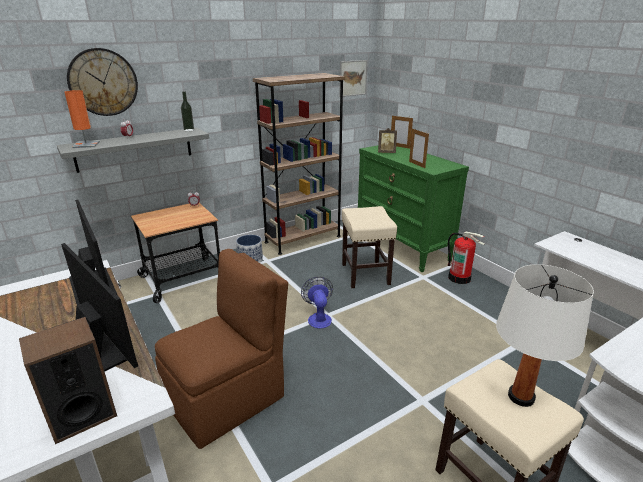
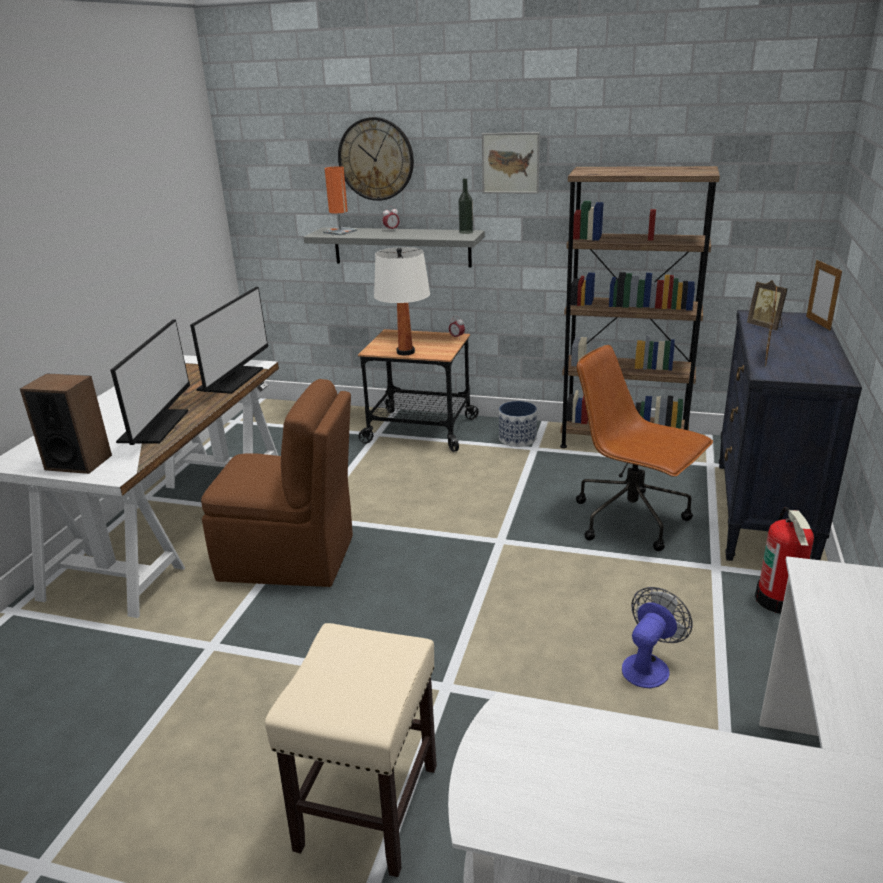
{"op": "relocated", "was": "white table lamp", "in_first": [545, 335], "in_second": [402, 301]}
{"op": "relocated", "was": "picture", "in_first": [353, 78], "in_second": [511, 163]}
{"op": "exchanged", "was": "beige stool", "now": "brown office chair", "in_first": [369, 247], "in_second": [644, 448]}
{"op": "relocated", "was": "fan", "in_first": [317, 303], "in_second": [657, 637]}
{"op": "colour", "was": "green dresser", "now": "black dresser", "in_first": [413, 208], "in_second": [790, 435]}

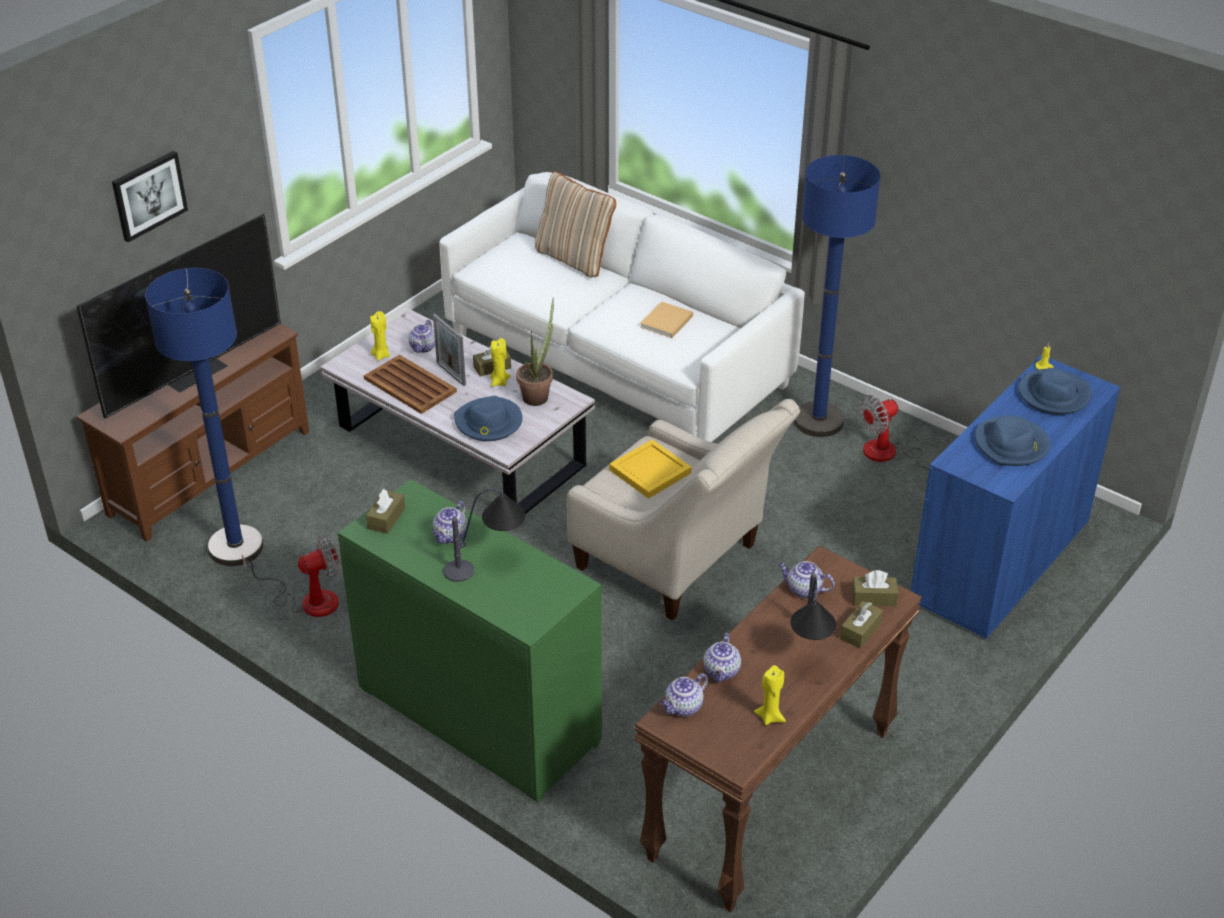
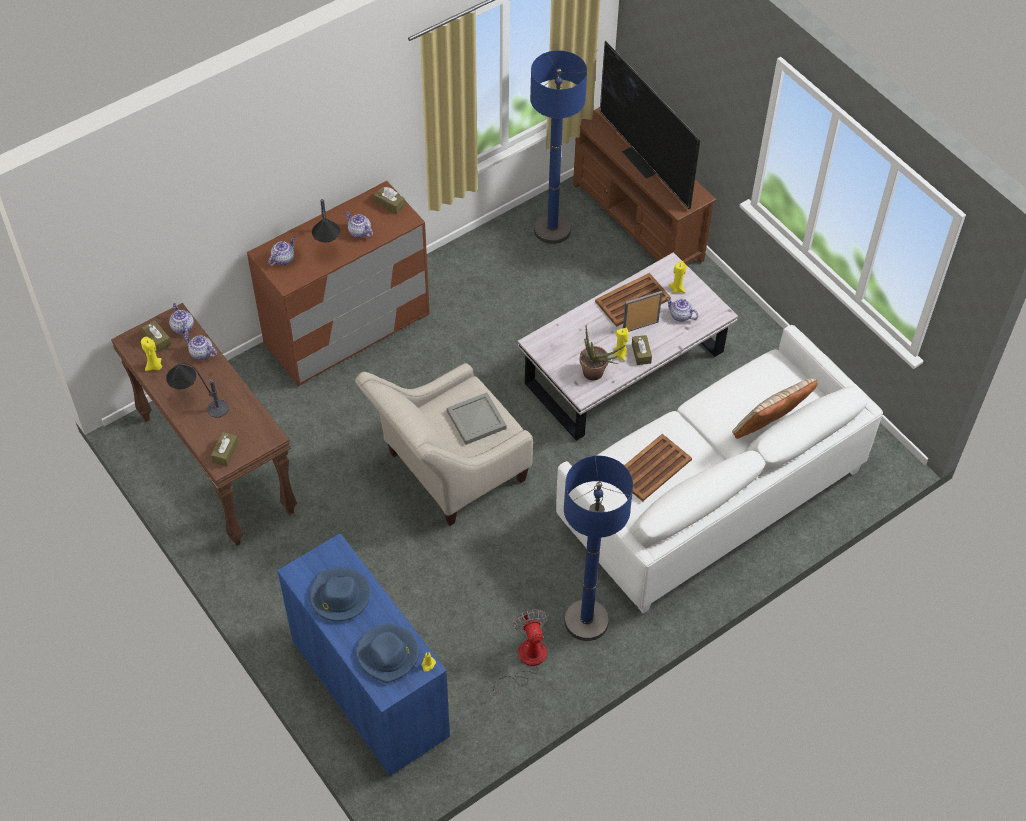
{"op": "relocated", "was": "brown tissue box", "in_first": [861, 625], "in_second": [157, 336]}
{"op": "colour", "was": "green dresser", "now": "brown dresser", "in_first": [470, 641], "in_second": [338, 283]}
{"op": "relocated", "was": "teapot", "in_first": [806, 579], "in_second": [282, 251]}
{"op": "colour", "was": "yellow tray", "now": "grey tray", "in_first": [650, 469], "in_second": [477, 418]}
{"op": "exchanged", "was": "beige book", "now": "brown tray", "in_first": [666, 320], "in_second": [658, 468]}
{"op": "missing", "was": "picture", "in_first": [150, 196]}
{"op": "missing", "was": "fan", "in_first": [291, 576]}
{"op": "missing", "was": "blue hat", "in_first": [488, 418]}

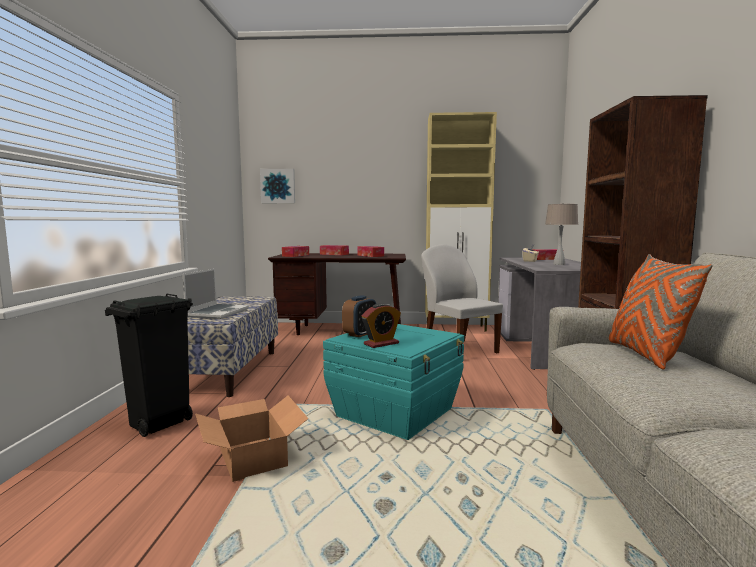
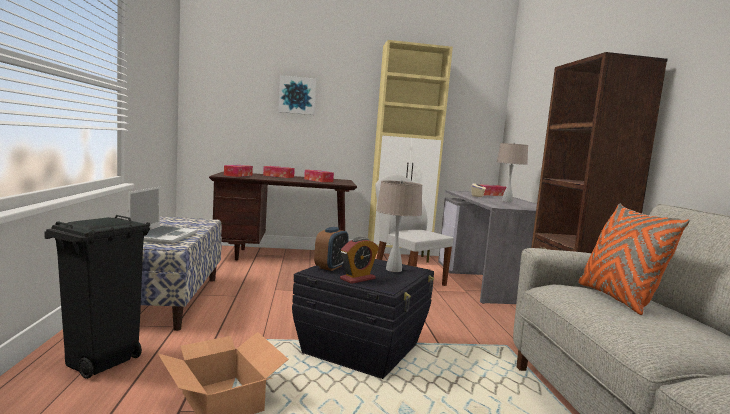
{"op": "relocated", "was": "picture", "in_first": [277, 186], "in_second": [297, 95]}
{"op": "colour", "was": "turquoise storage box", "now": "black storage box", "in_first": [393, 382], "in_second": [363, 319]}
{"op": "appeared", "now": "beige table lamp", "in_second": [399, 226]}

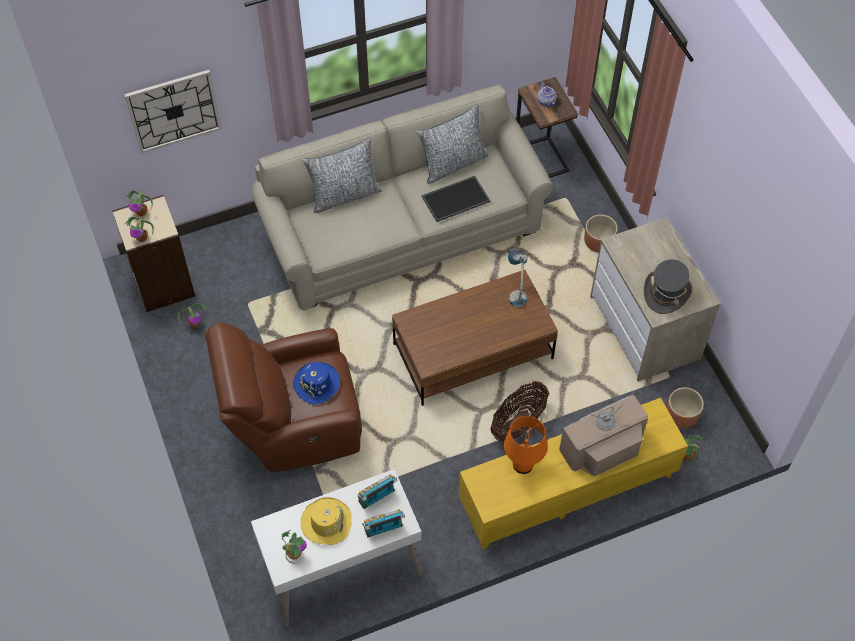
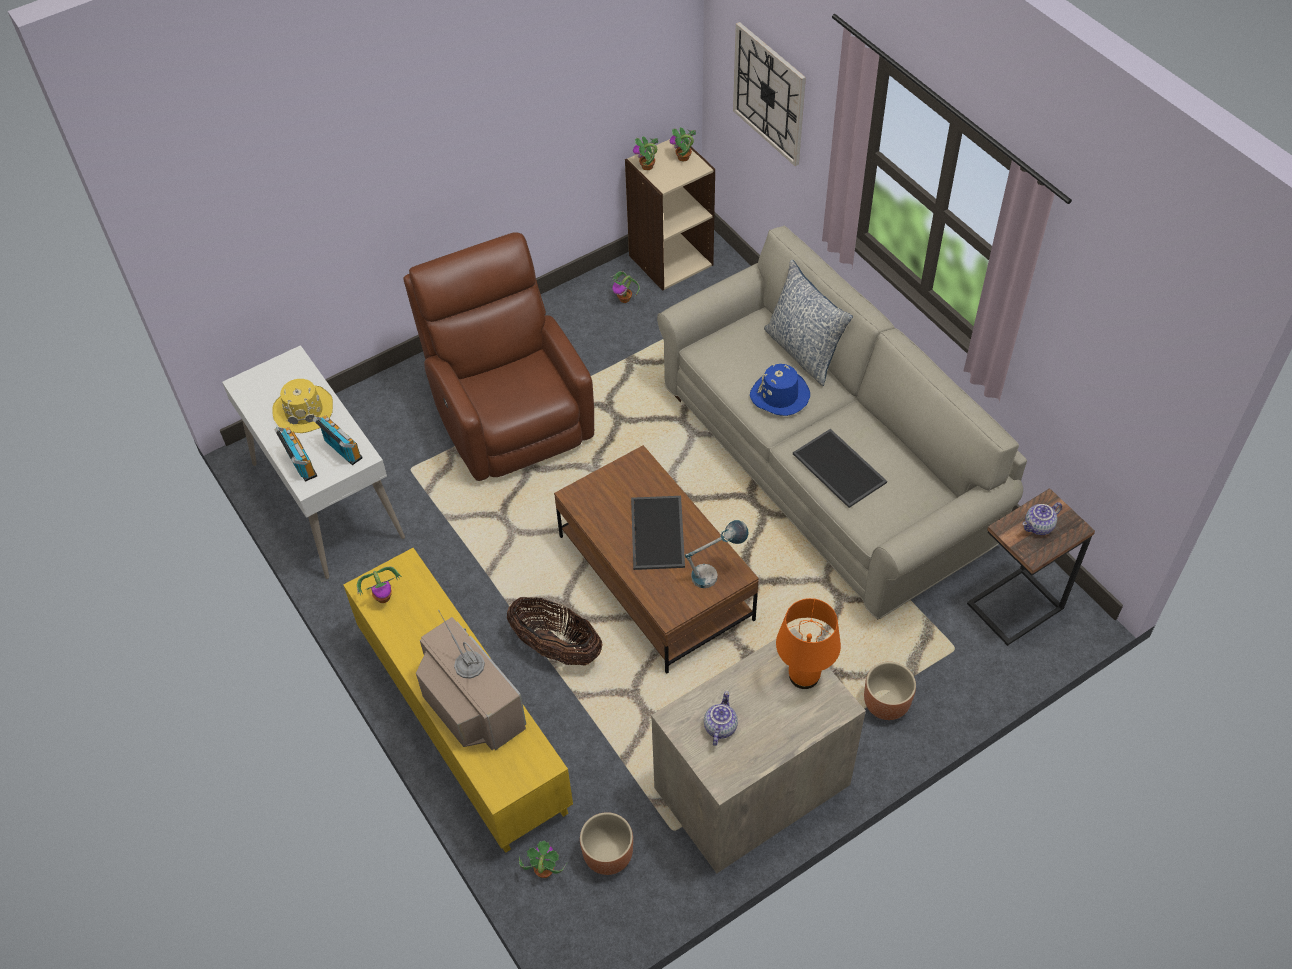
{"op": "relocated", "was": "potted plant", "in_first": [294, 547], "in_second": [379, 585]}
{"op": "appeared", "now": "tray", "in_second": [658, 533]}
{"op": "exchanged", "was": "grey hat", "now": "teapot", "in_first": [668, 286], "in_second": [721, 718]}
{"op": "relocated", "was": "blue hat", "in_first": [316, 383], "in_second": [780, 389]}
{"op": "relocated", "was": "orange table lamp", "in_first": [526, 445], "in_second": [808, 643]}
{"op": "missing", "was": "pillow", "in_first": [452, 144]}

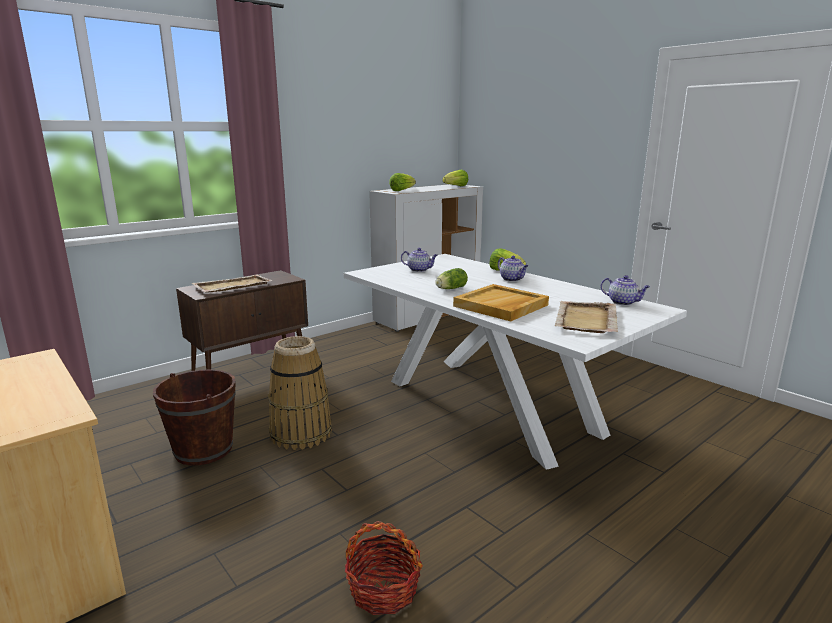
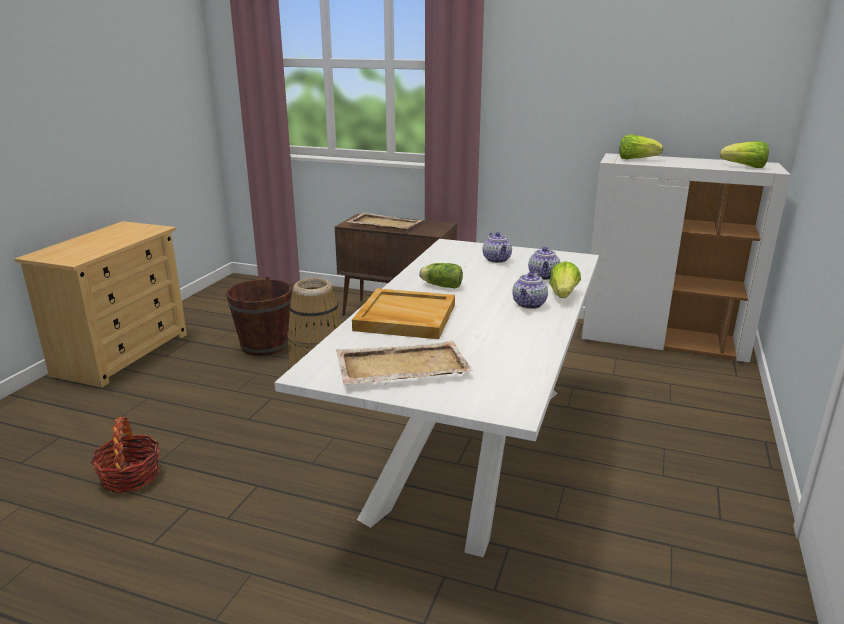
{"op": "relocated", "was": "teapot", "in_first": [625, 290], "in_second": [544, 263]}

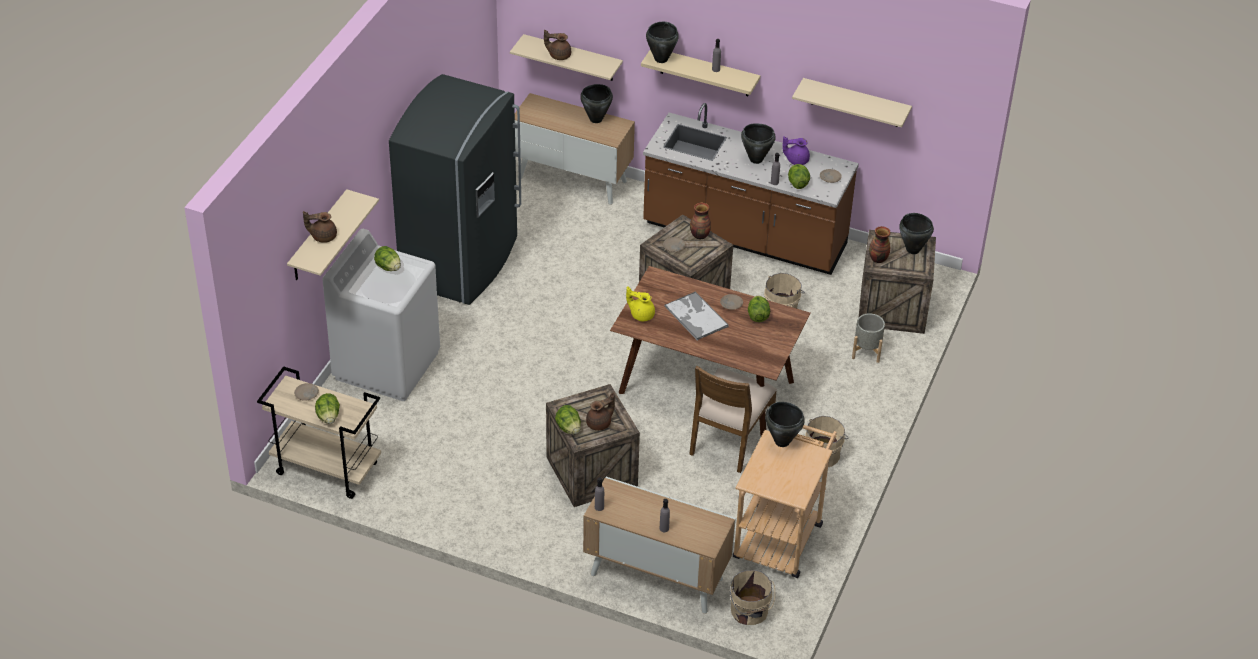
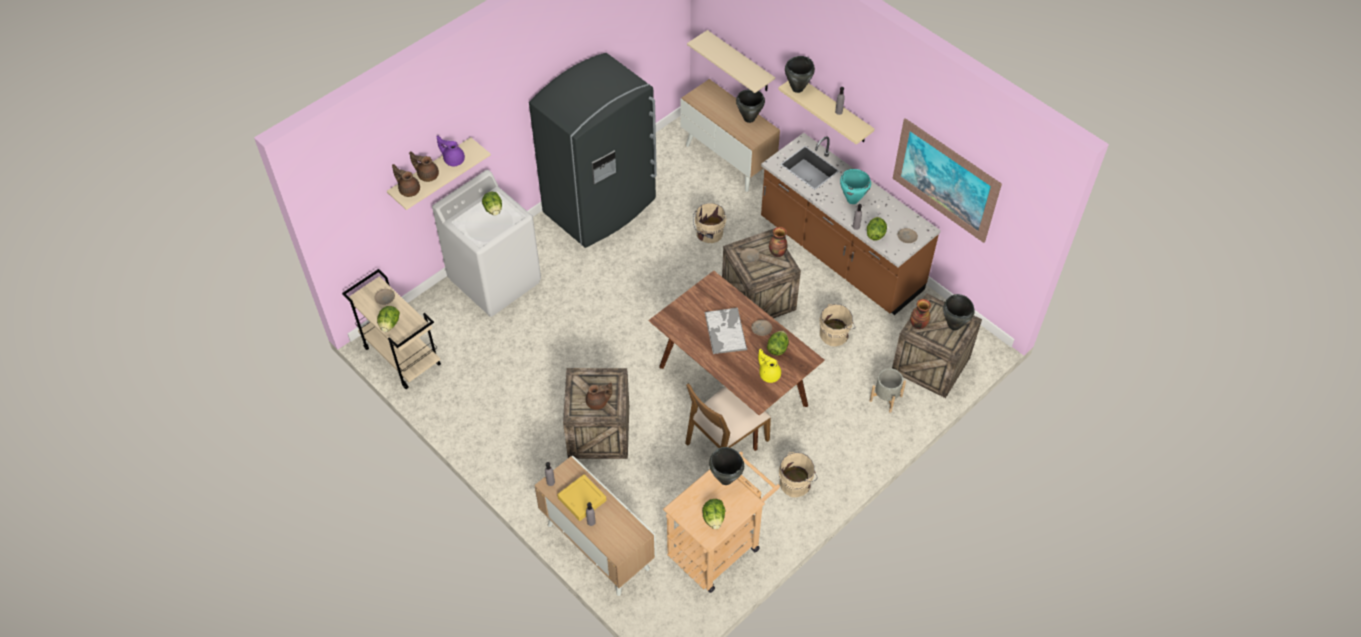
{"op": "relocated", "was": "brown teapot", "in_first": [557, 45], "in_second": [406, 180]}
{"op": "relocated", "was": "purple teapot", "in_first": [796, 150], "in_second": [451, 150]}
{"op": "appeared", "now": "yellow tray", "in_second": [582, 497]}
{"op": "relocated", "was": "beige bucket", "in_first": [752, 597], "in_second": [709, 223]}
{"op": "relocated", "was": "lettuce", "in_first": [568, 419], "in_second": [714, 514]}
{"op": "relocated", "was": "yellow teapot", "in_first": [640, 303], "in_second": [769, 366]}
{"op": "colour", "was": "black cooking pot", "now": "turquoise cooking pot", "in_first": [758, 143], "in_second": [855, 186]}
{"op": "exchanged", "was": "beige shelf", "now": "picture", "in_first": [852, 102], "in_second": [947, 180]}

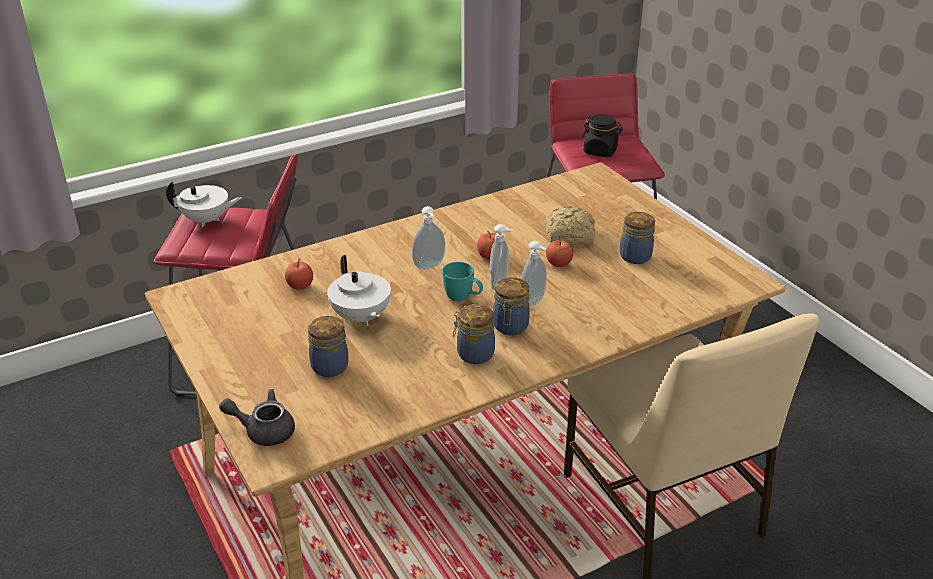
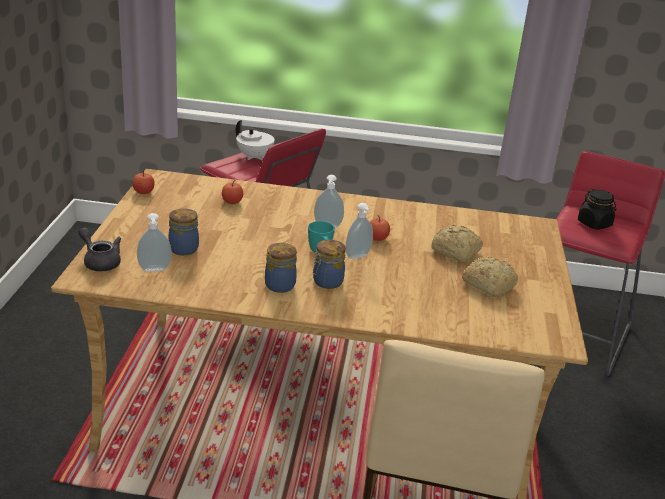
{"op": "relocated", "was": "apple", "in_first": [559, 251], "in_second": [144, 182]}
{"op": "relocated", "was": "soap dispenser", "in_first": [534, 274], "in_second": [154, 242]}
{"op": "exchanged", "was": "jar", "now": "bread", "in_first": [637, 238], "in_second": [490, 277]}
{"op": "missing", "was": "white teapot", "in_first": [359, 290]}

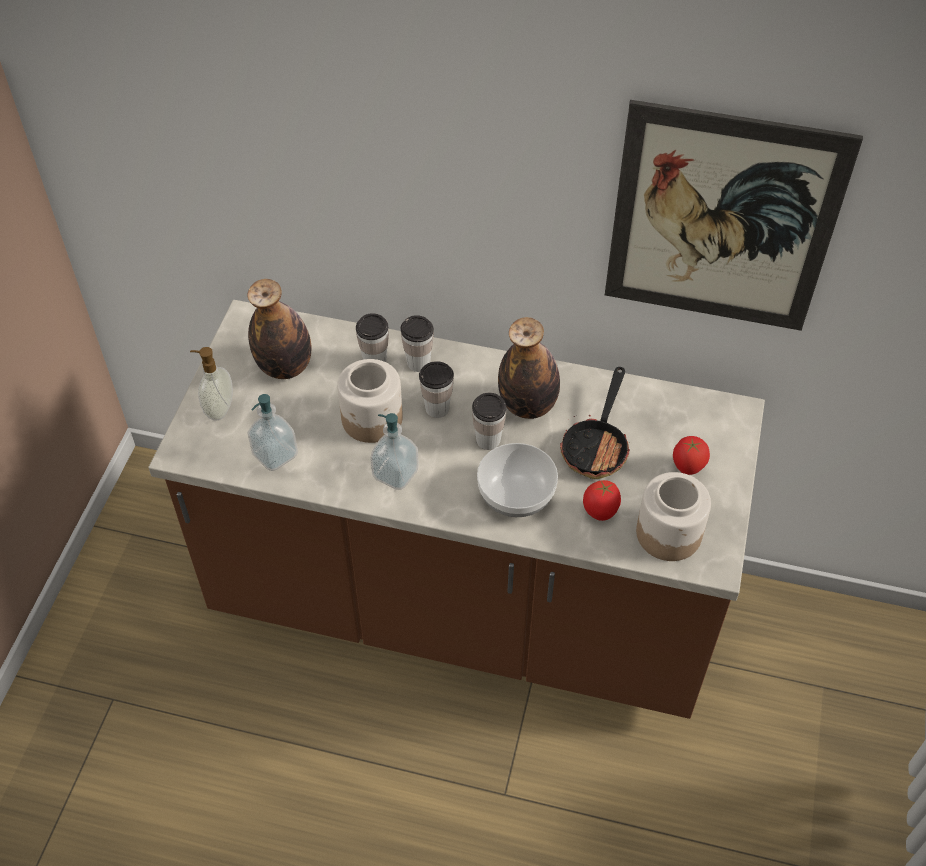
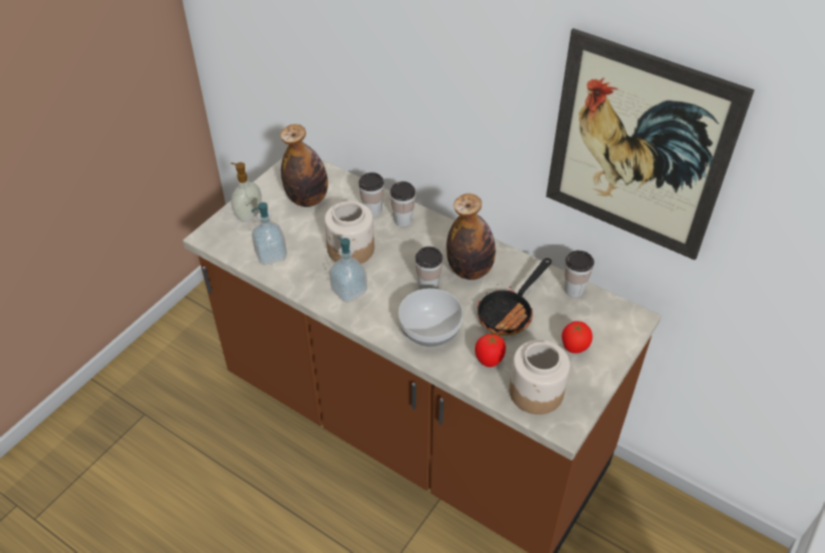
{"op": "relocated", "was": "cup", "in_first": [436, 389], "in_second": [579, 273]}

